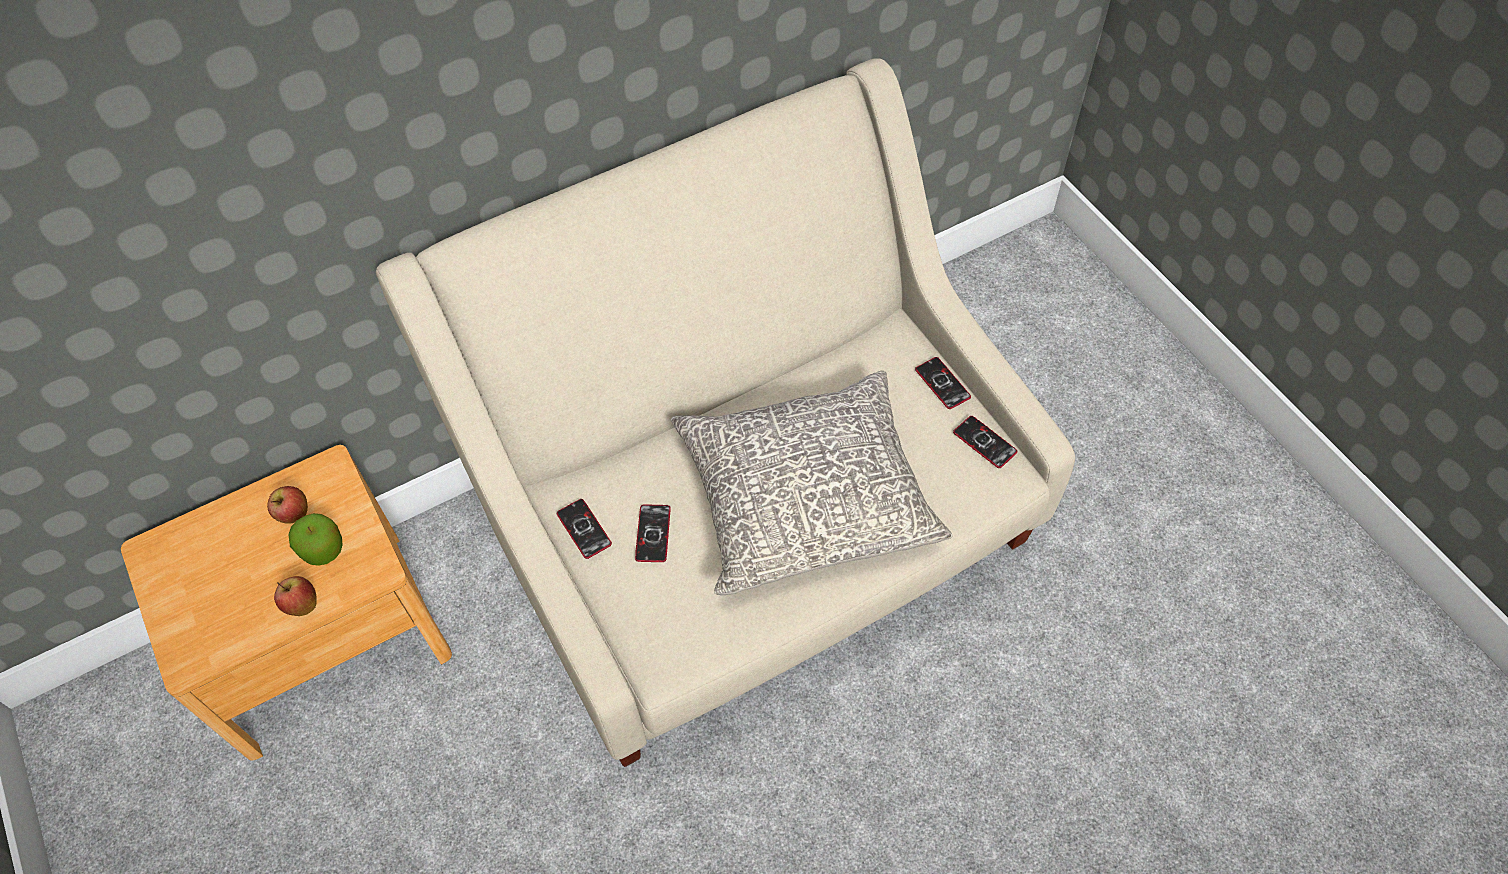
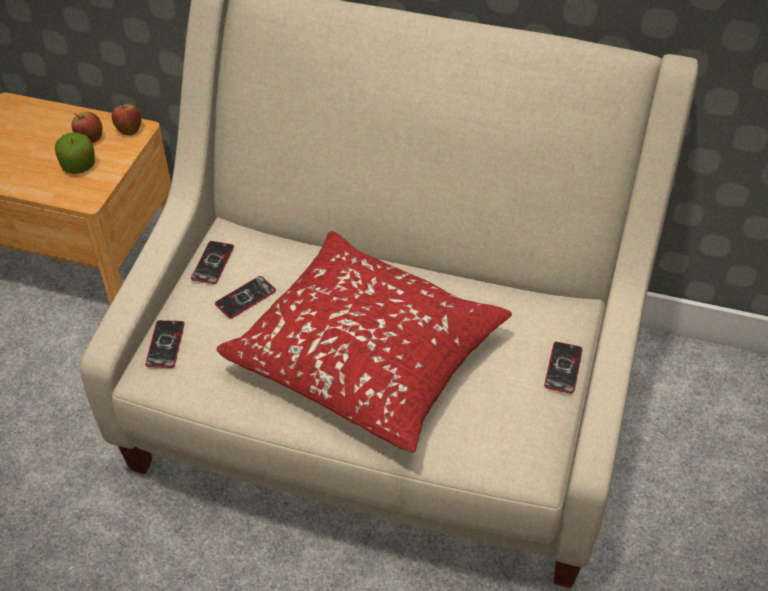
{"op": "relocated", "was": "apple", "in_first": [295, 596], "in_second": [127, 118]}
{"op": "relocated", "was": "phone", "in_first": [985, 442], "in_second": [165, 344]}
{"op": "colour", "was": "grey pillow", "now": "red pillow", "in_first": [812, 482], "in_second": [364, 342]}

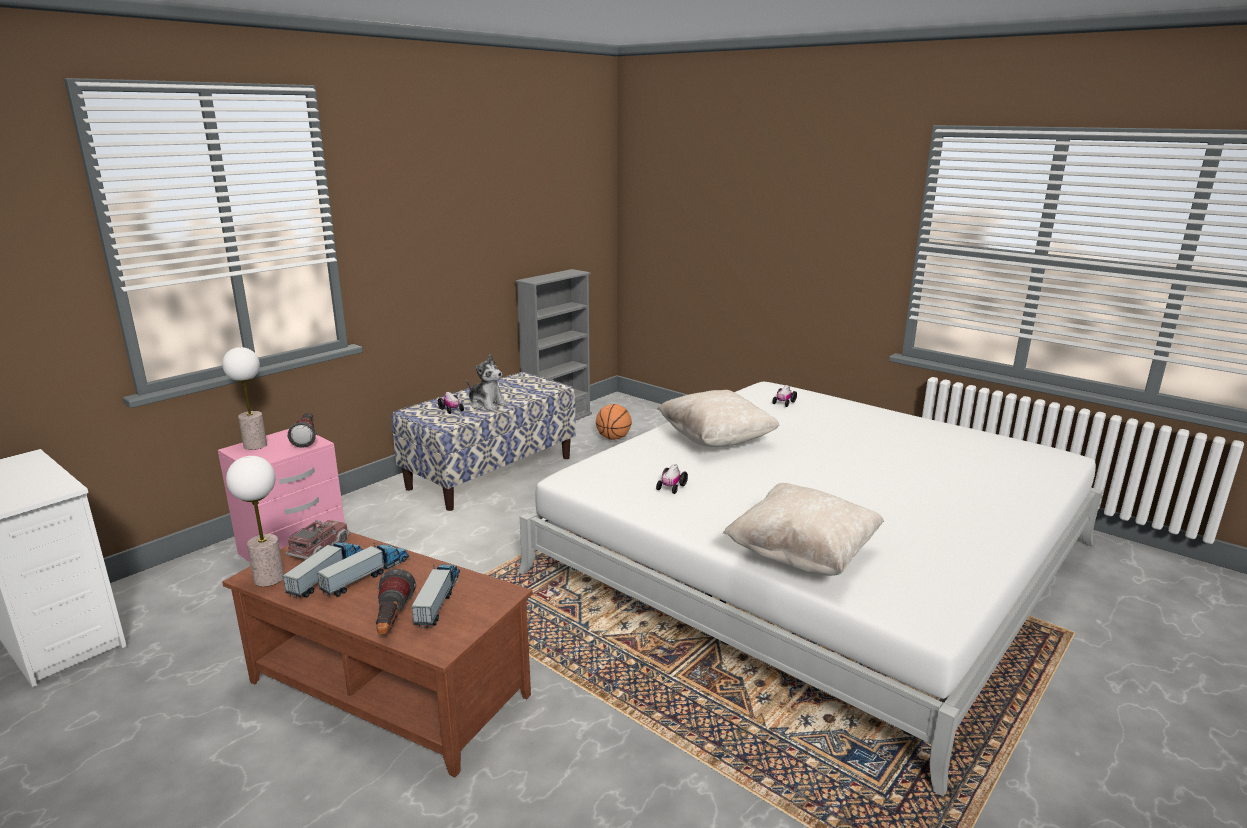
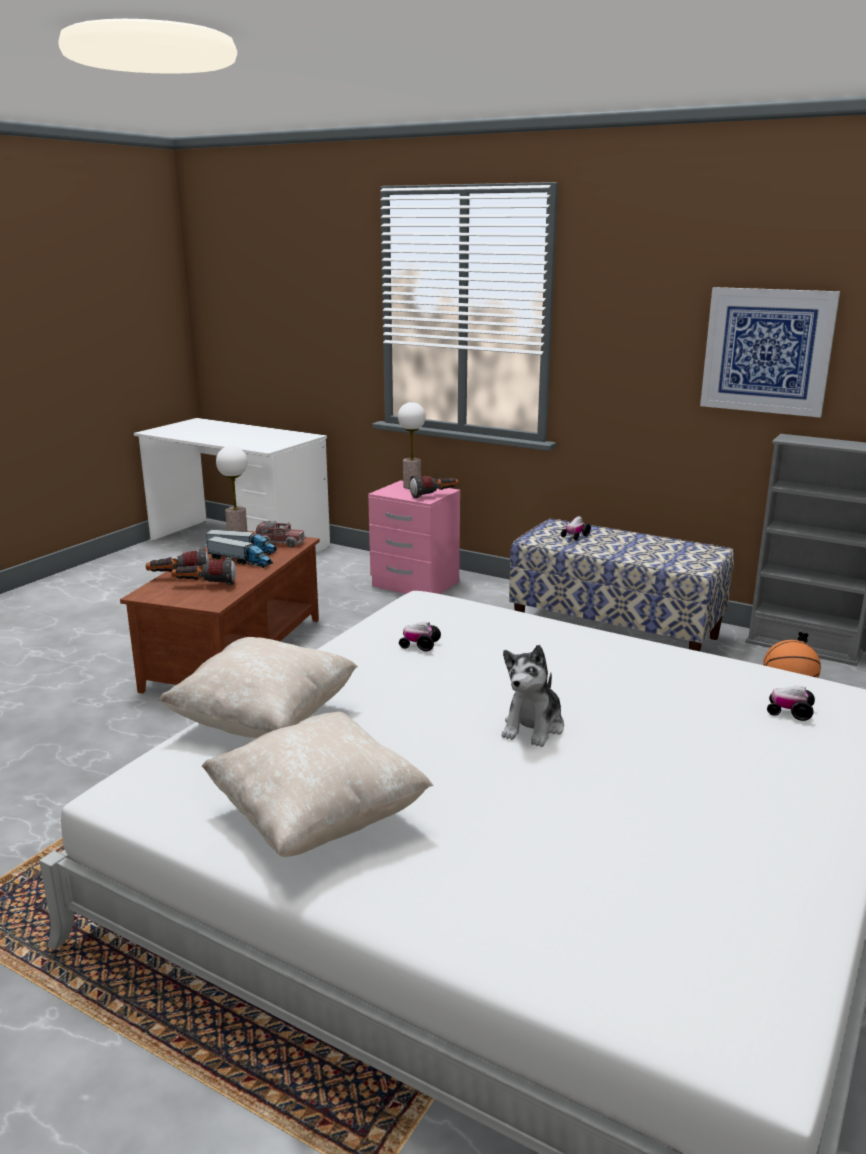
{"op": "exchanged", "was": "toy truck", "now": "flashlight", "in_first": [435, 596], "in_second": [203, 571]}
{"op": "relocated", "was": "beige pillow", "in_first": [718, 418], "in_second": [317, 784]}
{"op": "relocated", "was": "plush toy", "in_first": [487, 383], "in_second": [533, 696]}
{"op": "appeared", "now": "picture", "in_second": [770, 352]}

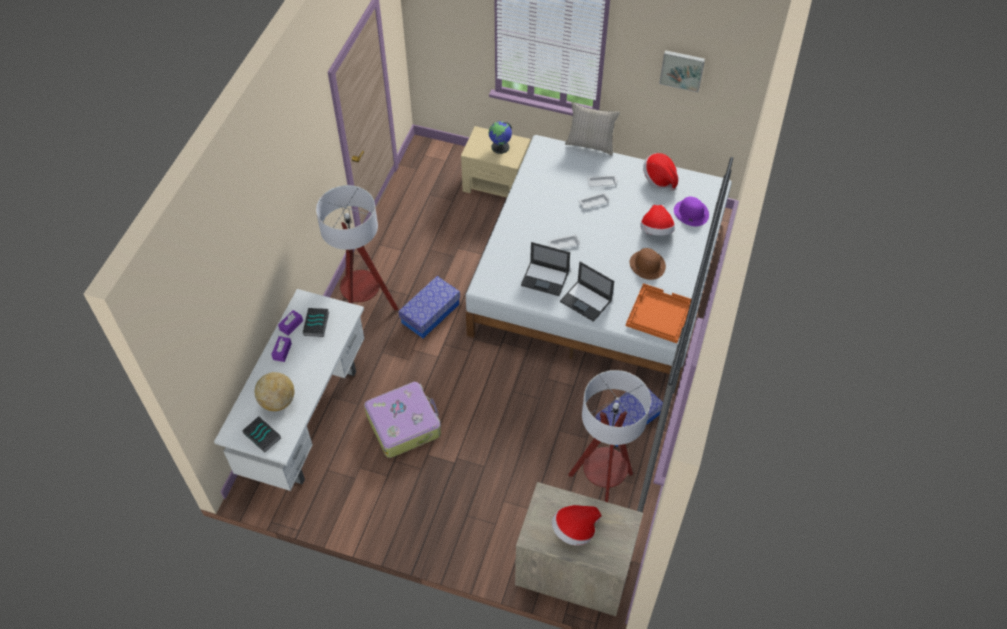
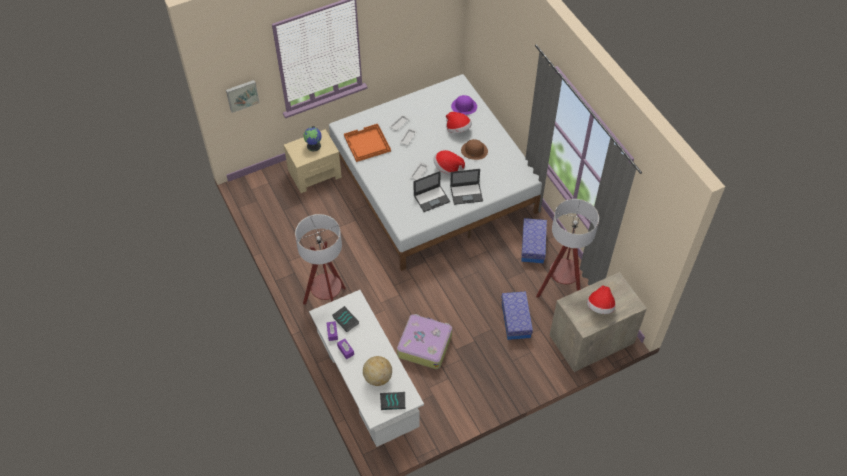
{"op": "relocated", "was": "picture", "in_first": [682, 71], "in_second": [243, 96]}
{"op": "relocated", "was": "orange tray", "in_first": [658, 313], "in_second": [367, 143]}
{"op": "relocated", "was": "hat", "in_first": [660, 172], "in_second": [449, 162]}
{"op": "relocated", "was": "storage box", "in_first": [429, 307], "in_second": [517, 315]}
{"op": "missing", "was": "beige pillow", "in_first": [592, 128]}

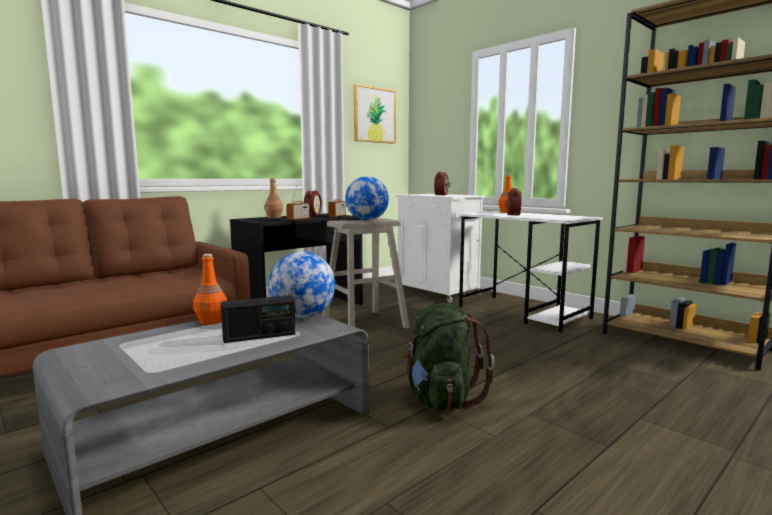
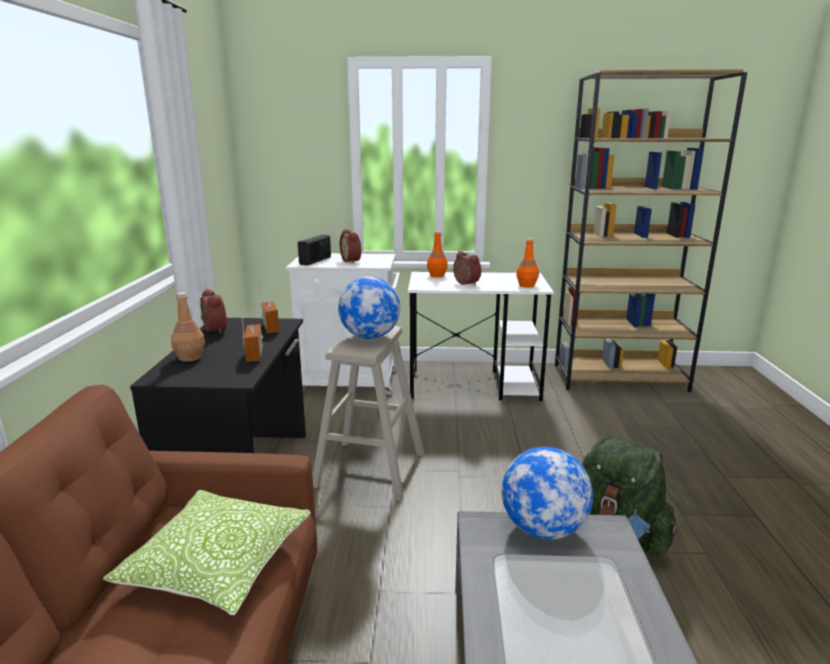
{"op": "appeared", "now": "pillow", "in_second": [207, 552]}
{"op": "relocated", "was": "radio", "in_first": [258, 319], "in_second": [314, 250]}
{"op": "relocated", "was": "orange bottle", "in_first": [210, 289], "in_second": [527, 263]}
{"op": "missing", "was": "picture", "in_first": [375, 114]}

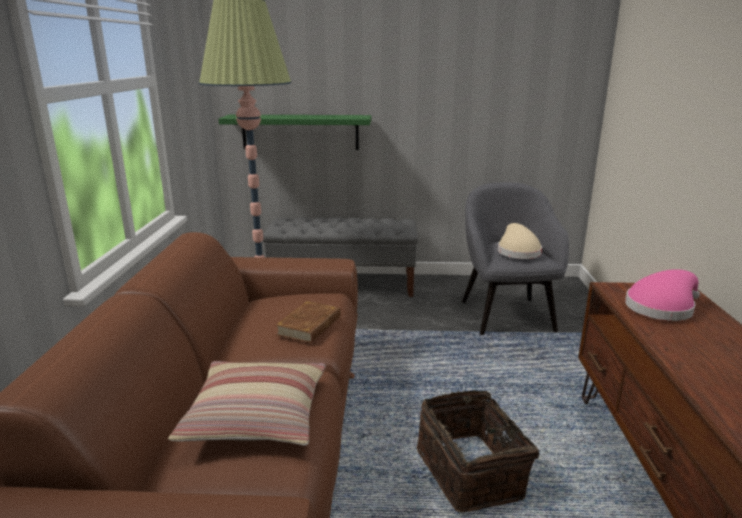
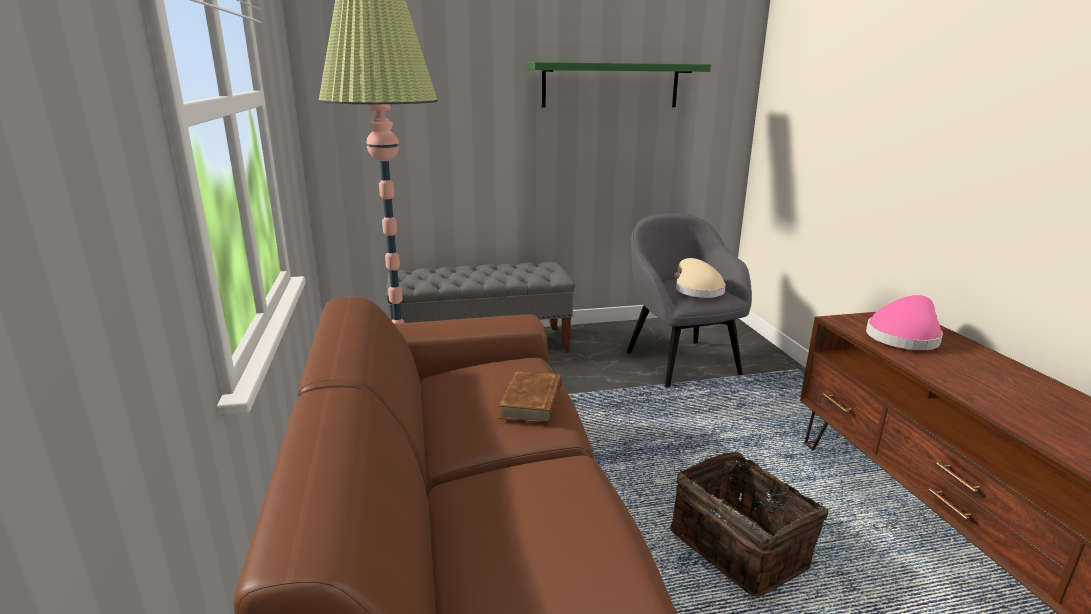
{"op": "relocated", "was": "green shelf", "in_first": [295, 132], "in_second": [619, 85]}
{"op": "missing", "was": "pillow", "in_first": [247, 403]}

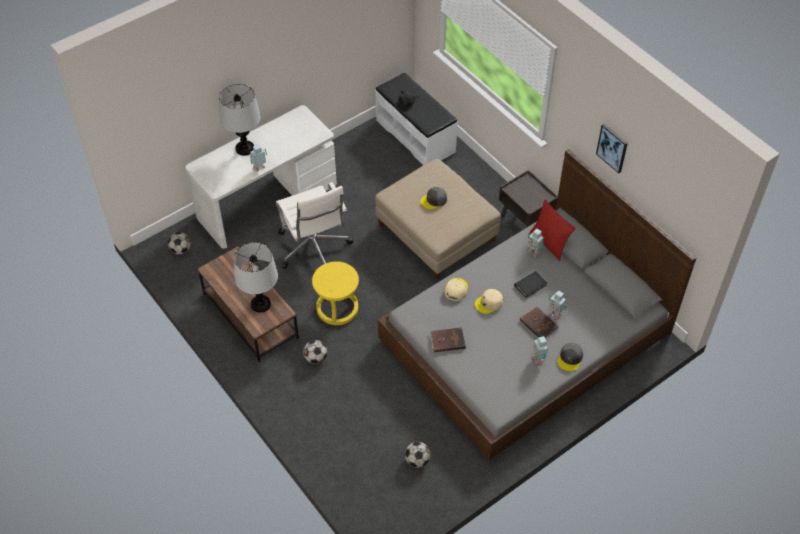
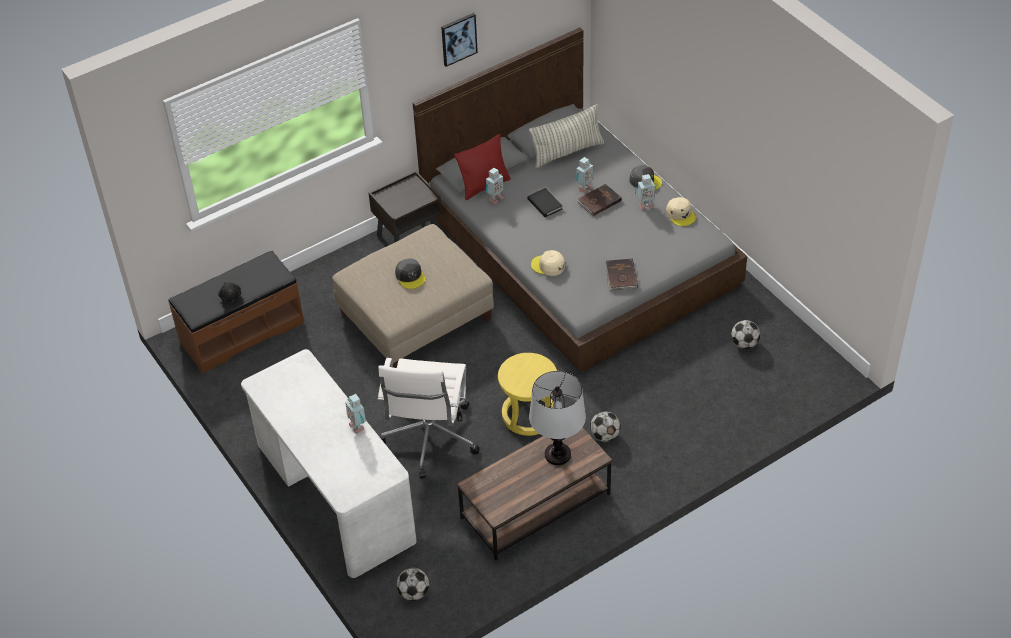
{"op": "colour", "was": "white bench", "now": "brown bench", "in_first": [416, 118], "in_second": [236, 311]}
{"op": "spun", "was": "white office chair", "in_first": [315, 225], "in_second": [429, 418], "clockwise": 120}
{"op": "appeared", "now": "pillow", "in_second": [566, 136]}
{"op": "relocated", "was": "beige cap", "in_first": [489, 301], "in_second": [681, 211]}
{"op": "missing", "was": "table lamp", "in_first": [240, 120]}

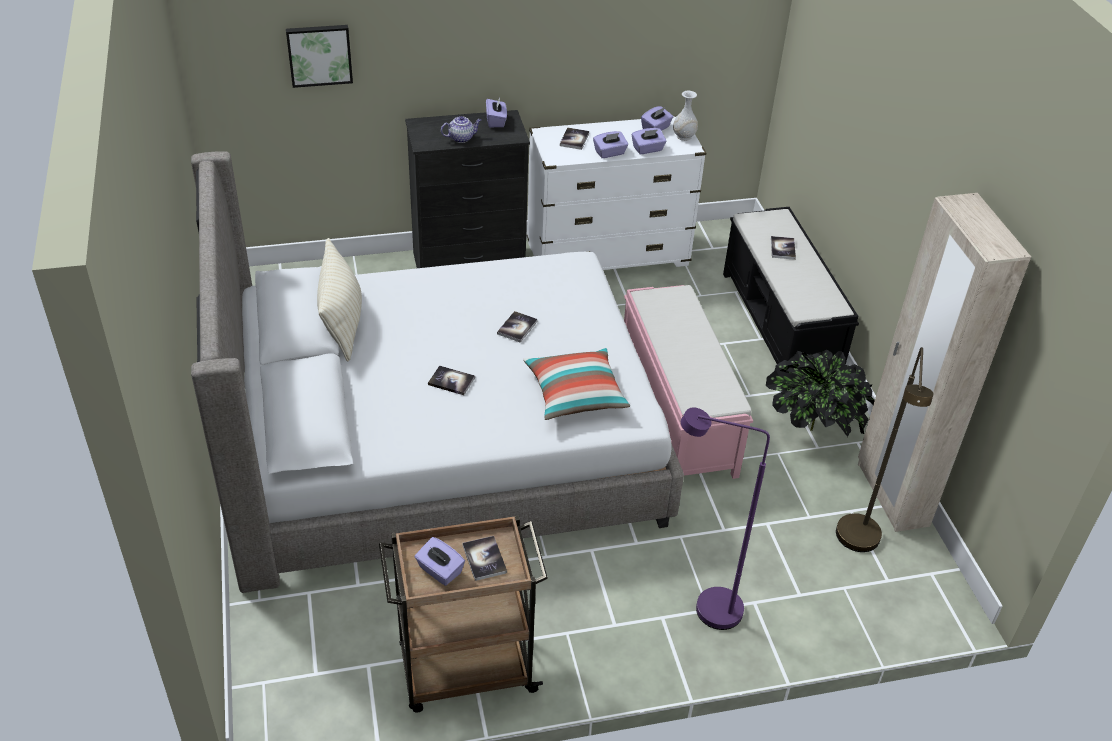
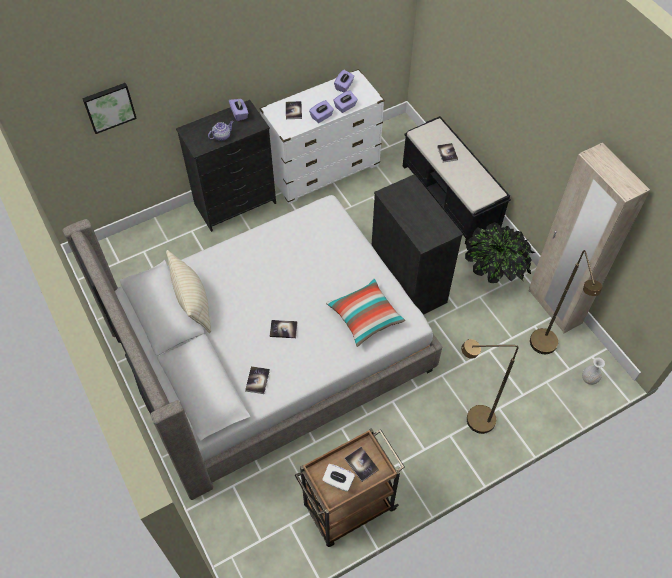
{"op": "relocated", "was": "book", "in_first": [517, 327], "in_second": [257, 380]}
{"op": "colour", "was": "purple tissue box", "now": "white tissue box", "in_first": [440, 561], "in_second": [338, 477]}
{"op": "exchanged", "was": "pink bench", "now": "black dresser", "in_first": [688, 382], "in_second": [417, 244]}
{"op": "colour", "was": "purple floor lamp", "now": "brown floor lamp", "in_first": [725, 518], "in_second": [489, 386]}
{"op": "relocated", "was": "white vase", "in_first": [685, 116], "in_second": [593, 371]}

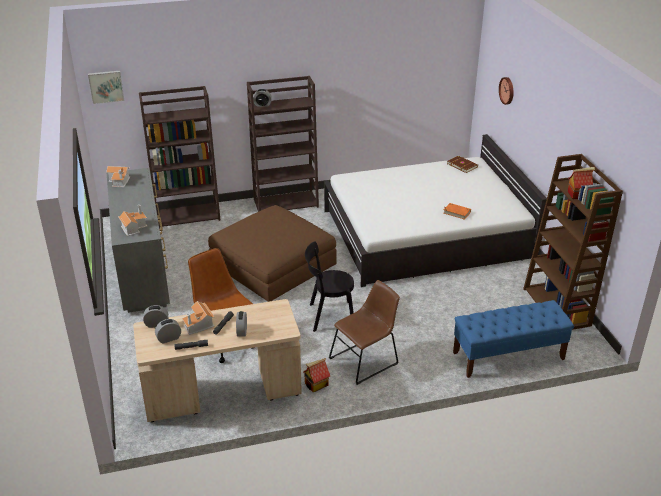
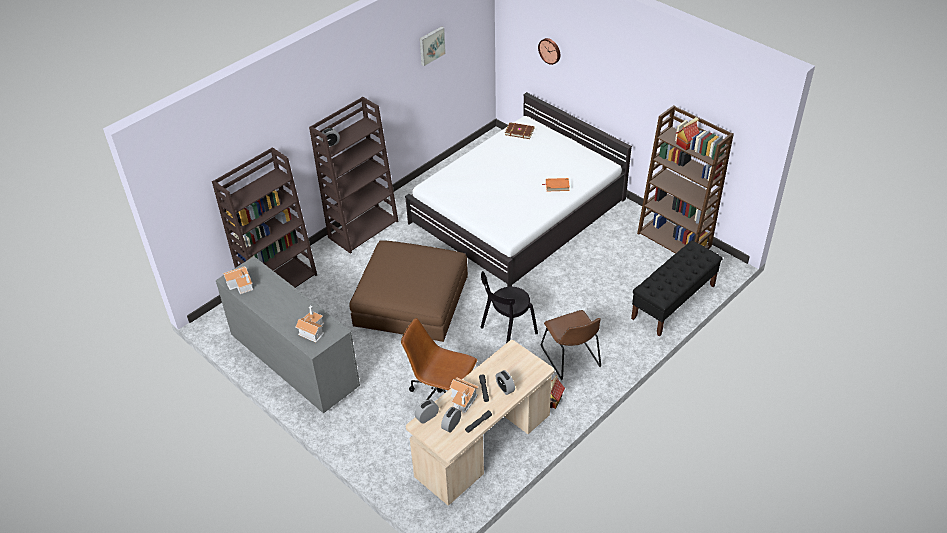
{"op": "relocated", "was": "picture", "in_first": [106, 87], "in_second": [433, 46]}
{"op": "spun", "was": "brown chair", "in_first": [364, 332], "in_second": [570, 345], "clockwise": 135}
{"op": "colour", "was": "blue bench", "now": "black bench", "in_first": [513, 339], "in_second": [677, 288]}

